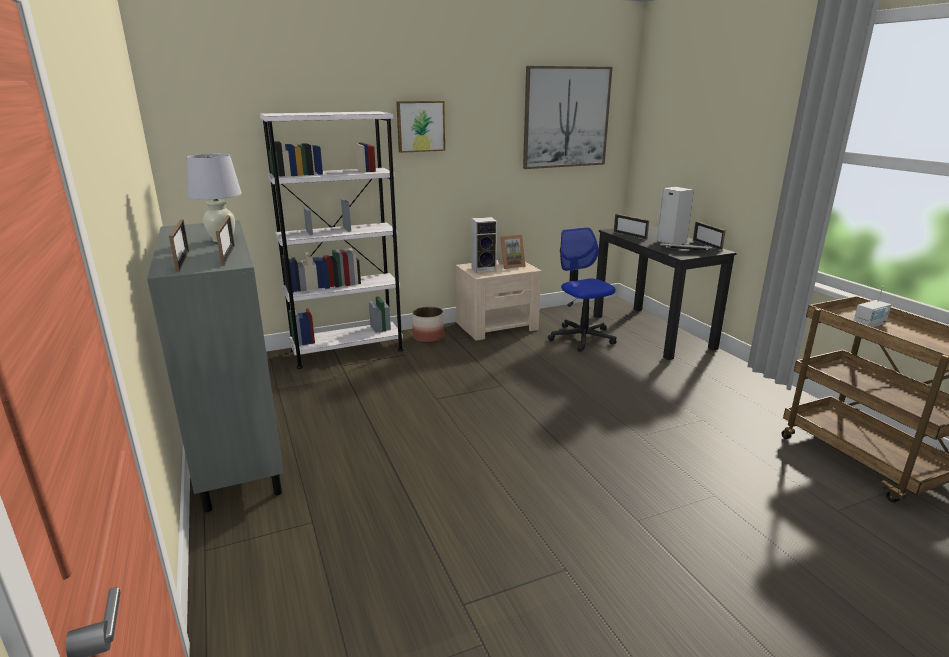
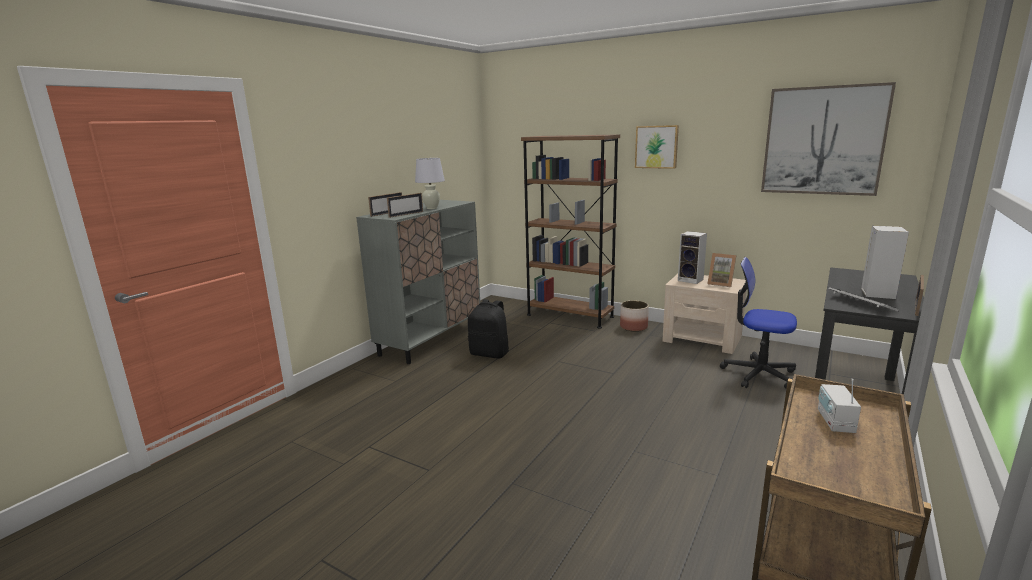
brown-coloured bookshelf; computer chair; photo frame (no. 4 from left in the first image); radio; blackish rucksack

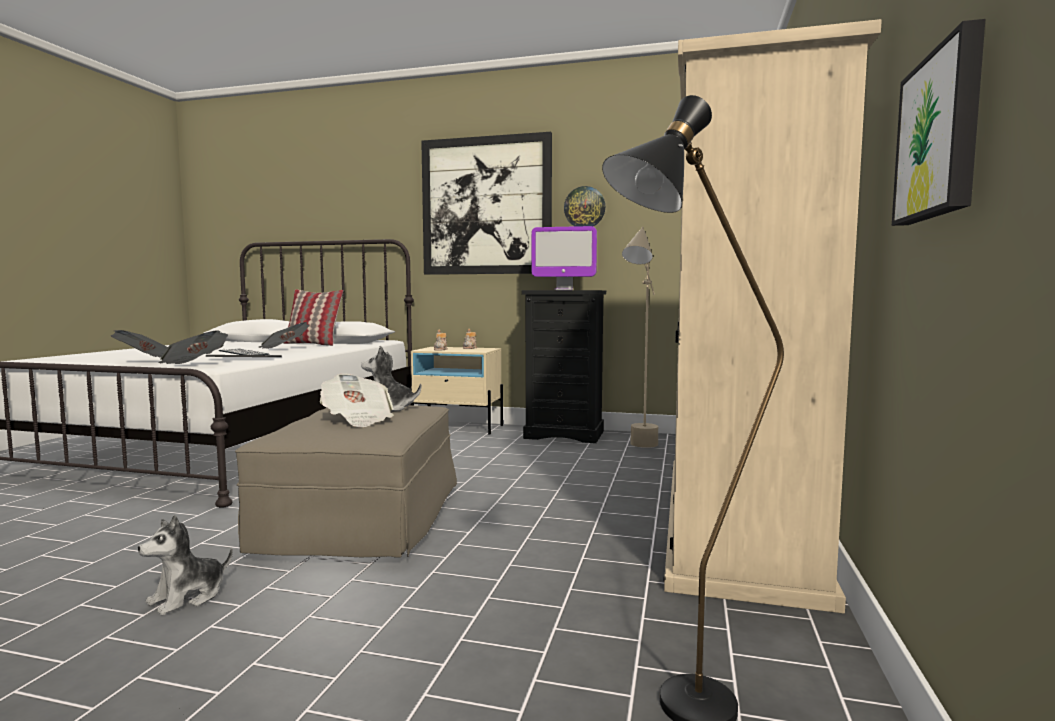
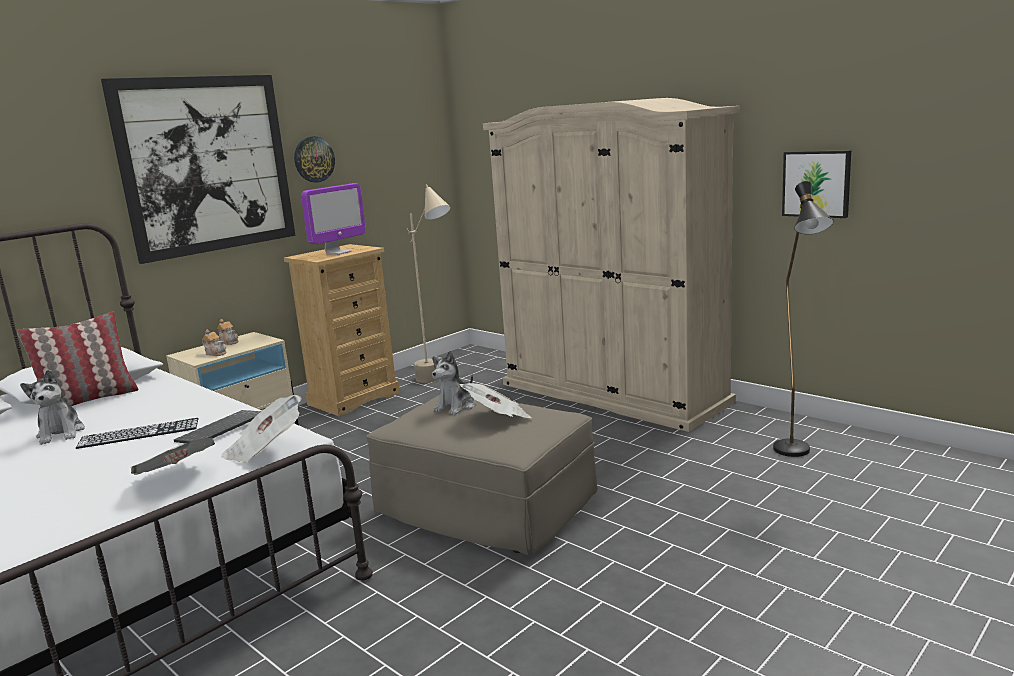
cuddly toy (no. 1 from left); daily paper (no. 3 from left in the first image); sand-coloured dresser

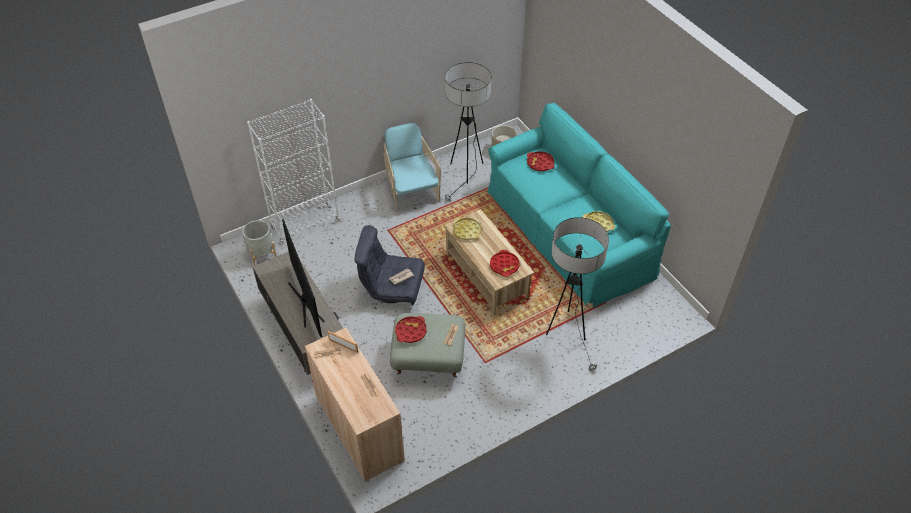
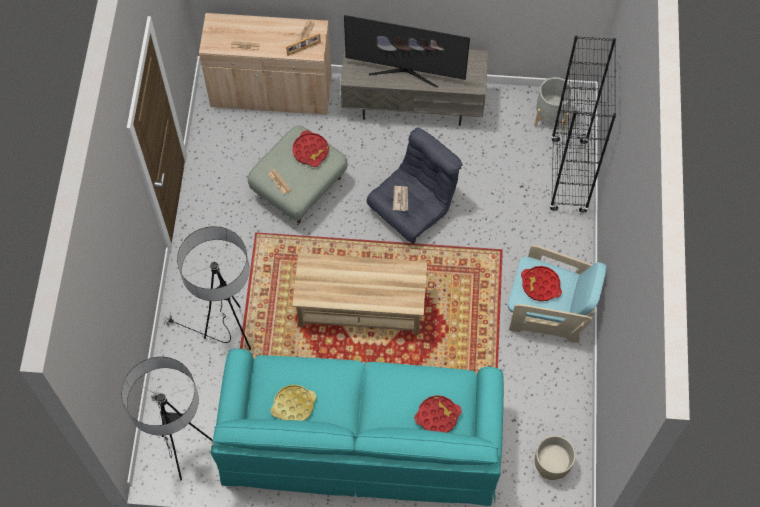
blackish bookshelf; standing lamp (no. 1 from left); yellowish carrying tray (no. 1 from left in the first image); red carrying tray (no. 3 from left)

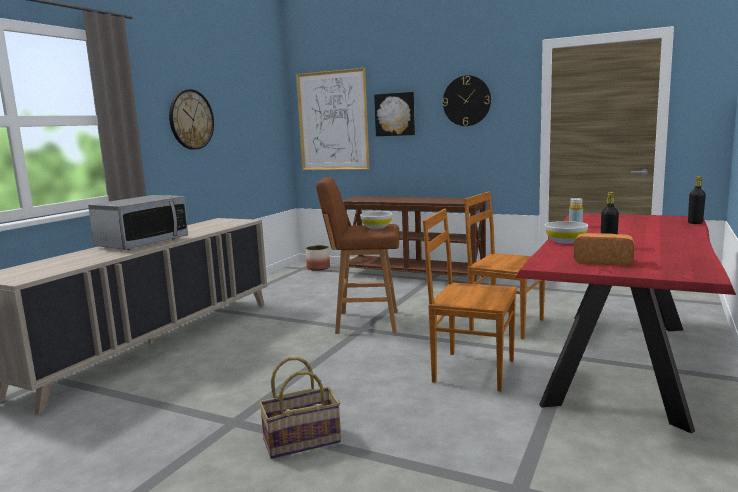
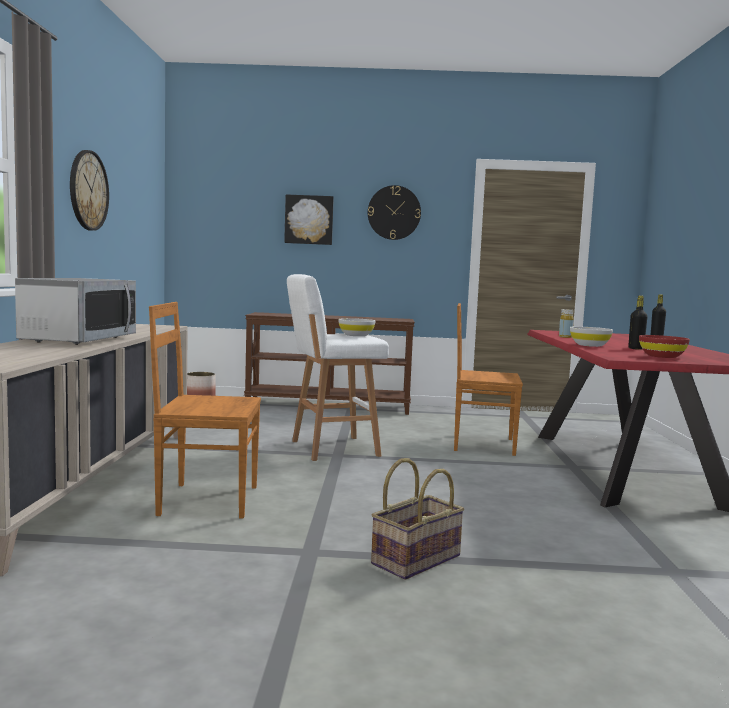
picture (no. 1 from left in the first image); whitish sitting stool; brown-coloured plain chair (no. 1 from left); red deep dish

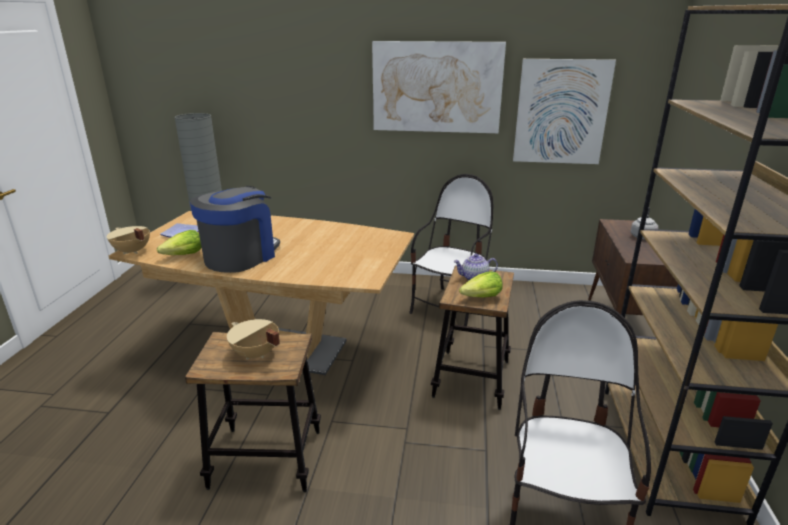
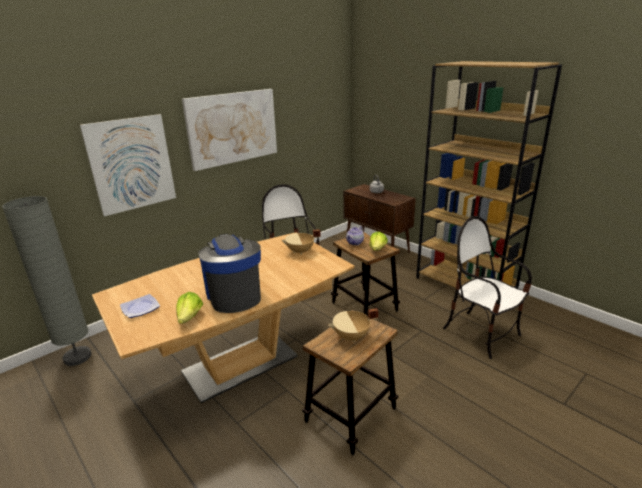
sand-coloured saucepot (no. 1 from left); picture (no. 1 from left)

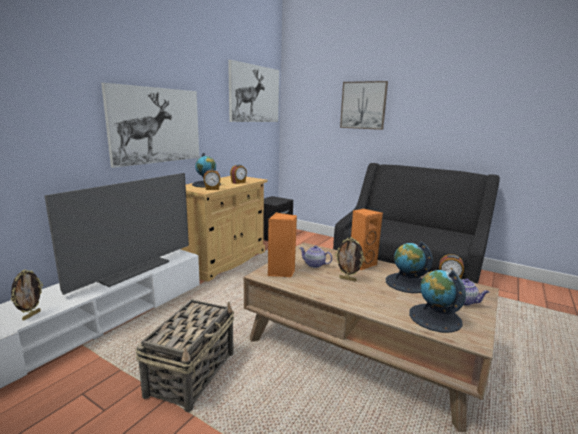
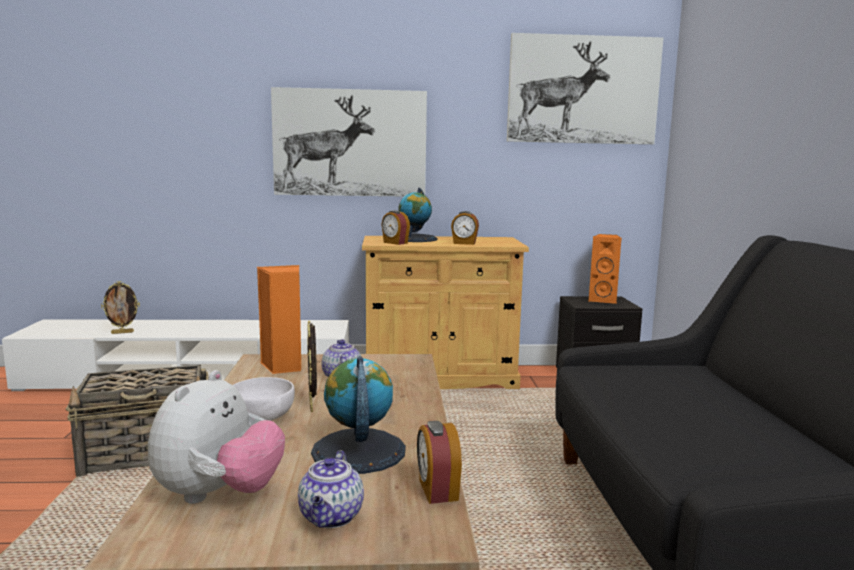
television; picture (no. 3 from left in the first image); orange-coloured loudspeaker (no. 2 from left); cuddly toy; whitish deep dish

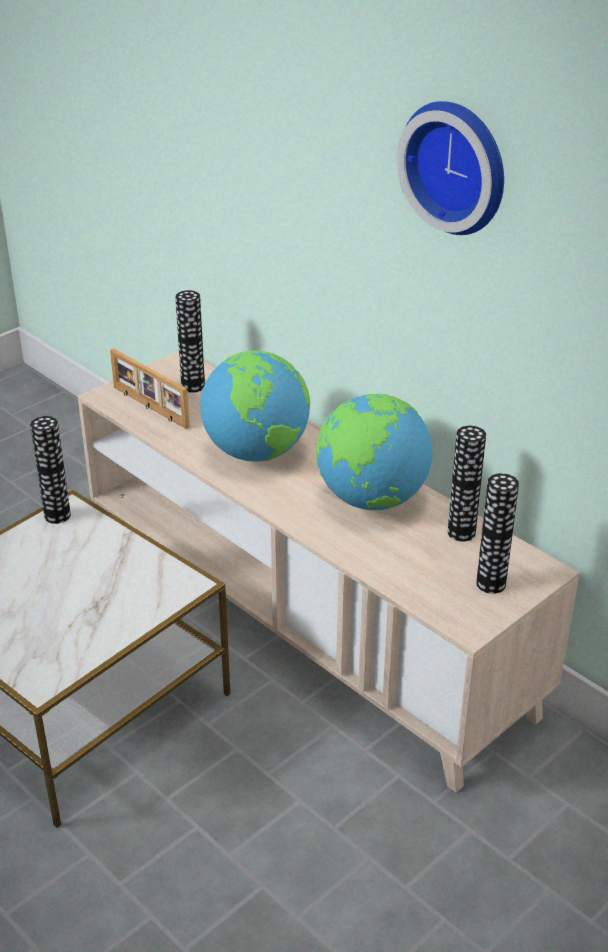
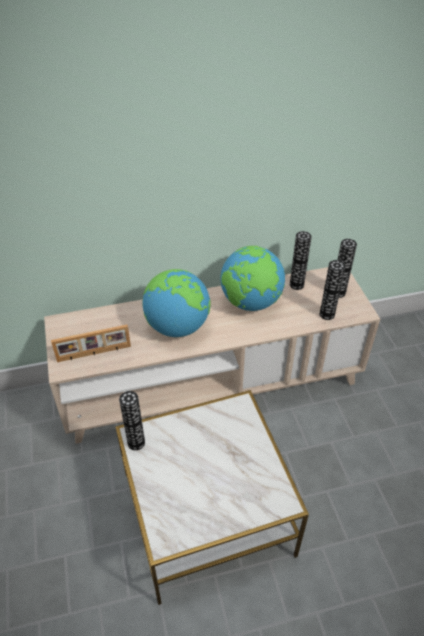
decorative vase (no. 3 from left); hanging clock

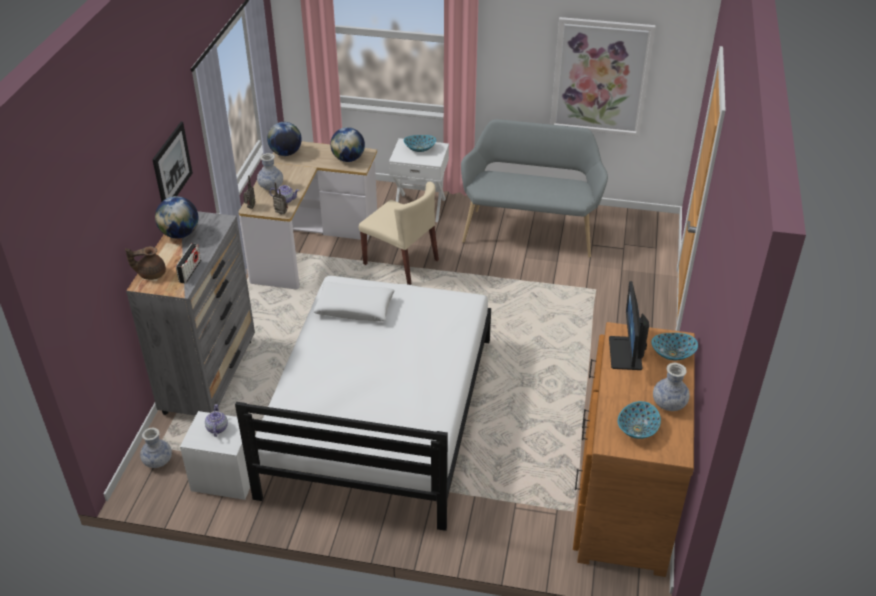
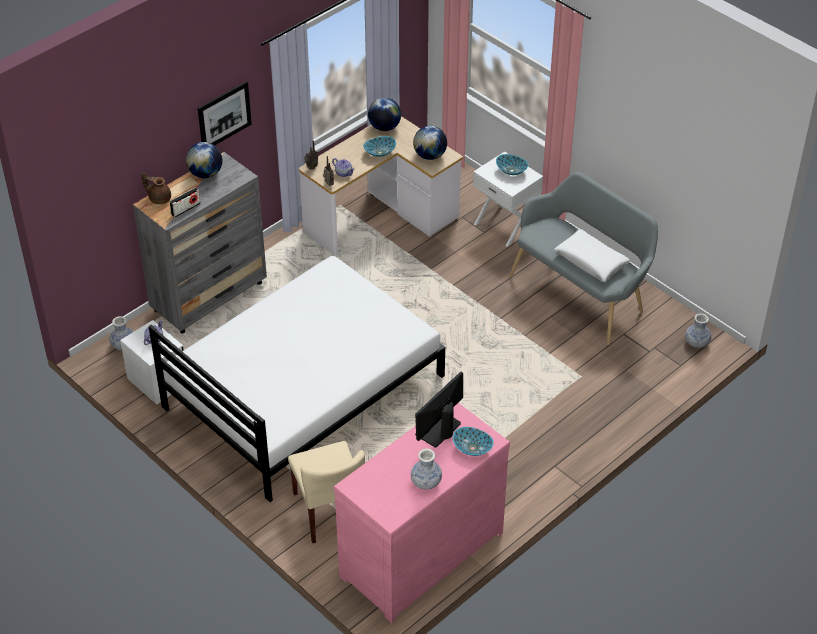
decorative vase (no. 3 from left); whitish cushion; sand-coloured plain chair; picture (no. 2 from left in the first image); pink dresser; deep dish (no. 1 from left)

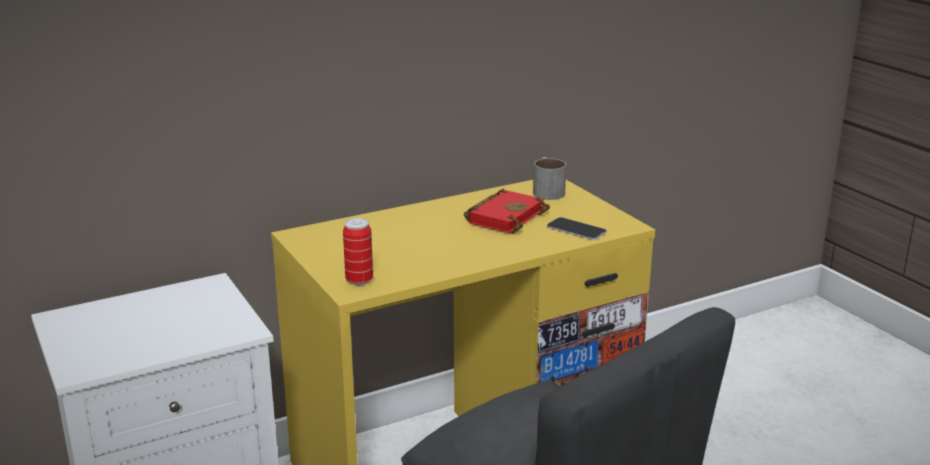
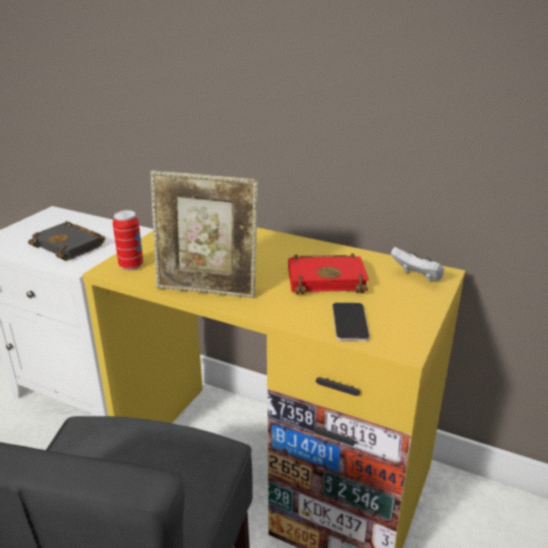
whitish gamepad; blackish volume; photo frame

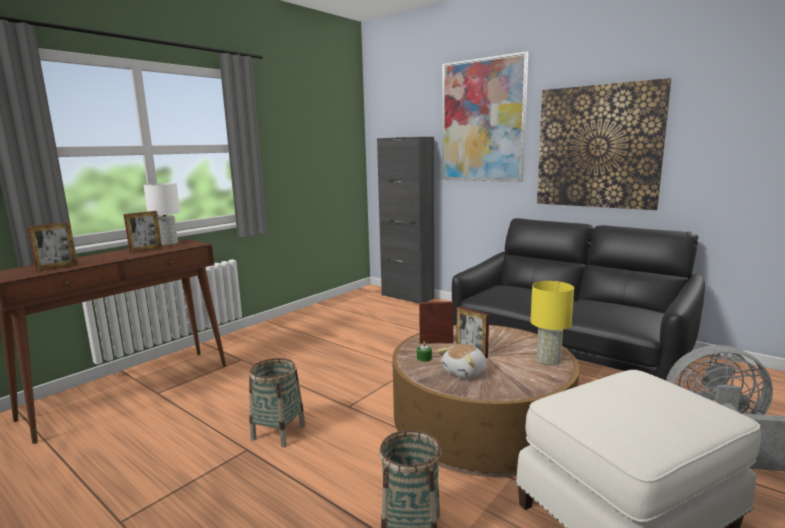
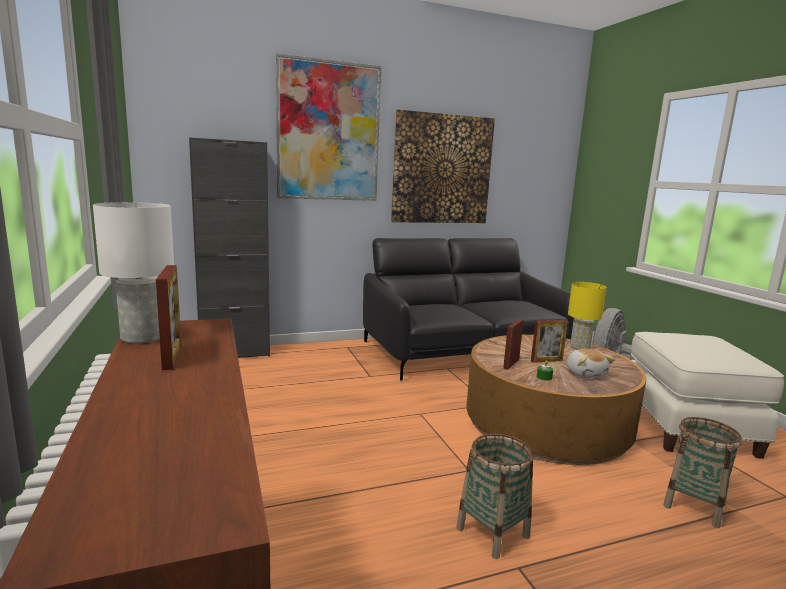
photo frame (no. 1 from left in the first image)

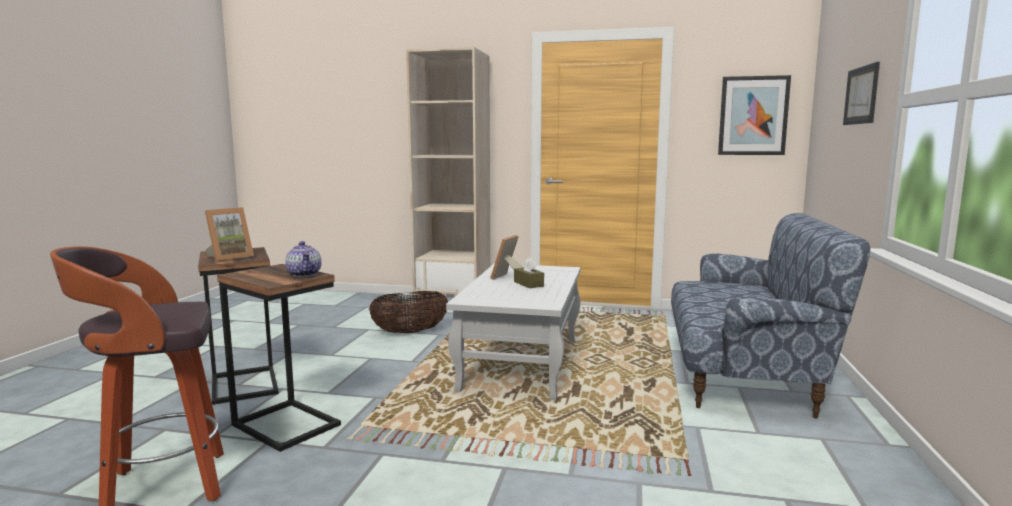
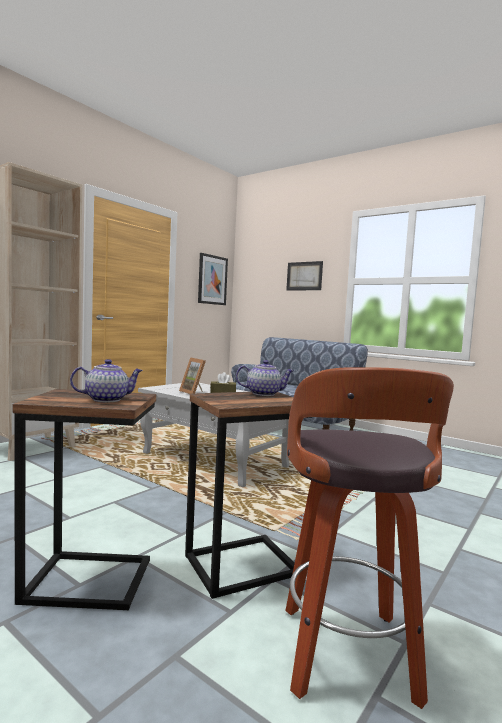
tea pot (no. 1 from left); household basket

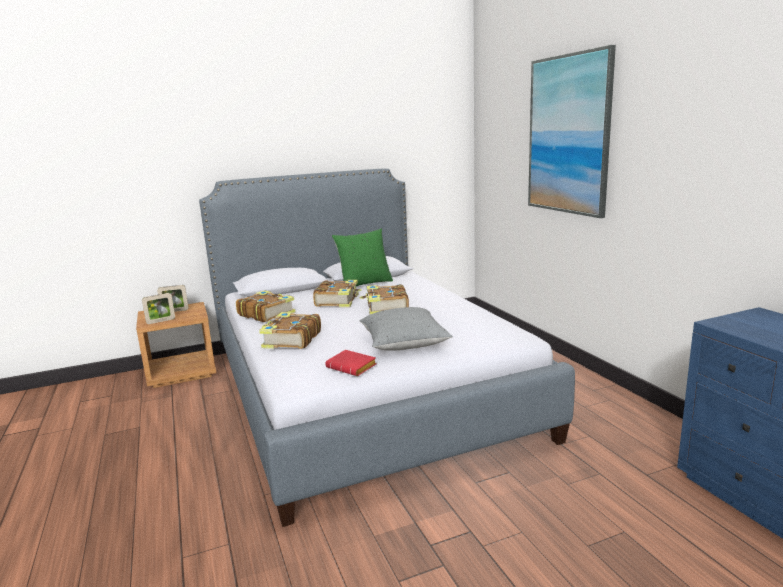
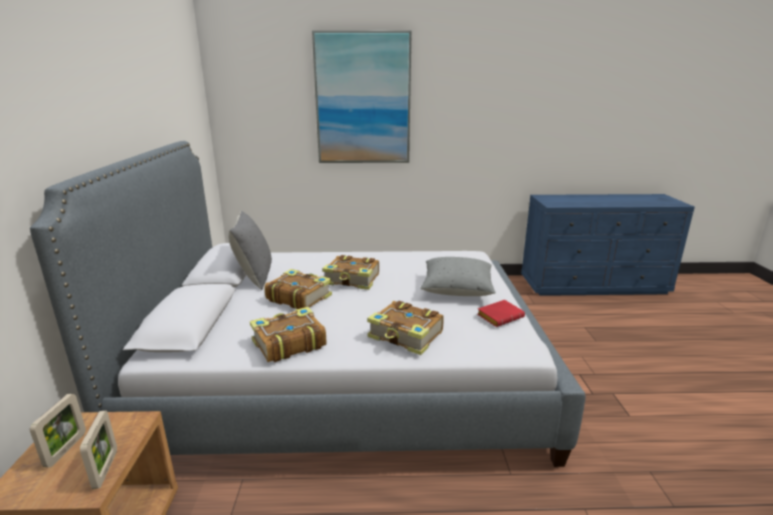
gray cushion (no. 1 from left)

